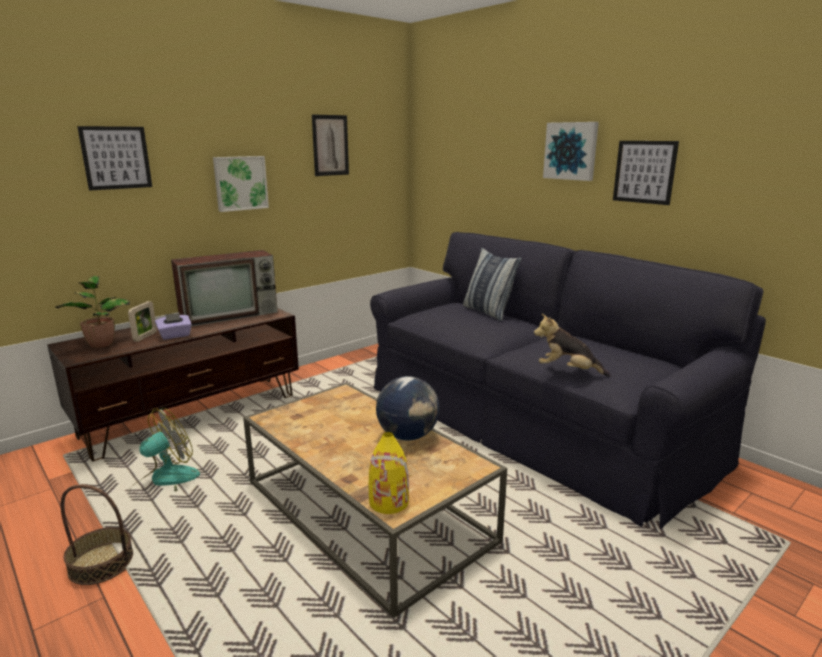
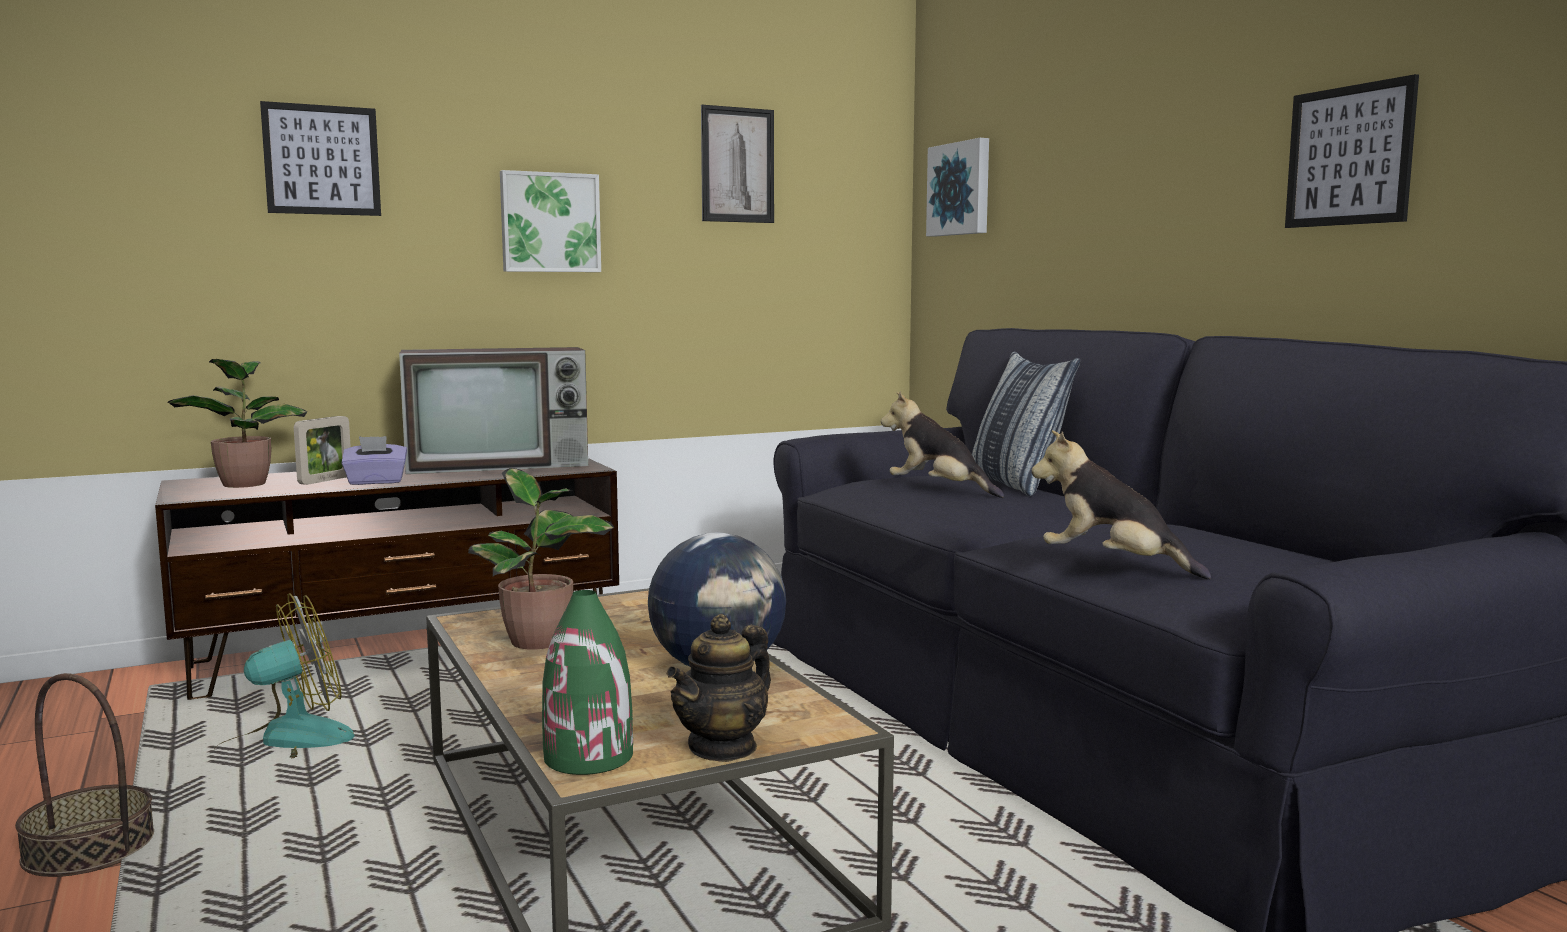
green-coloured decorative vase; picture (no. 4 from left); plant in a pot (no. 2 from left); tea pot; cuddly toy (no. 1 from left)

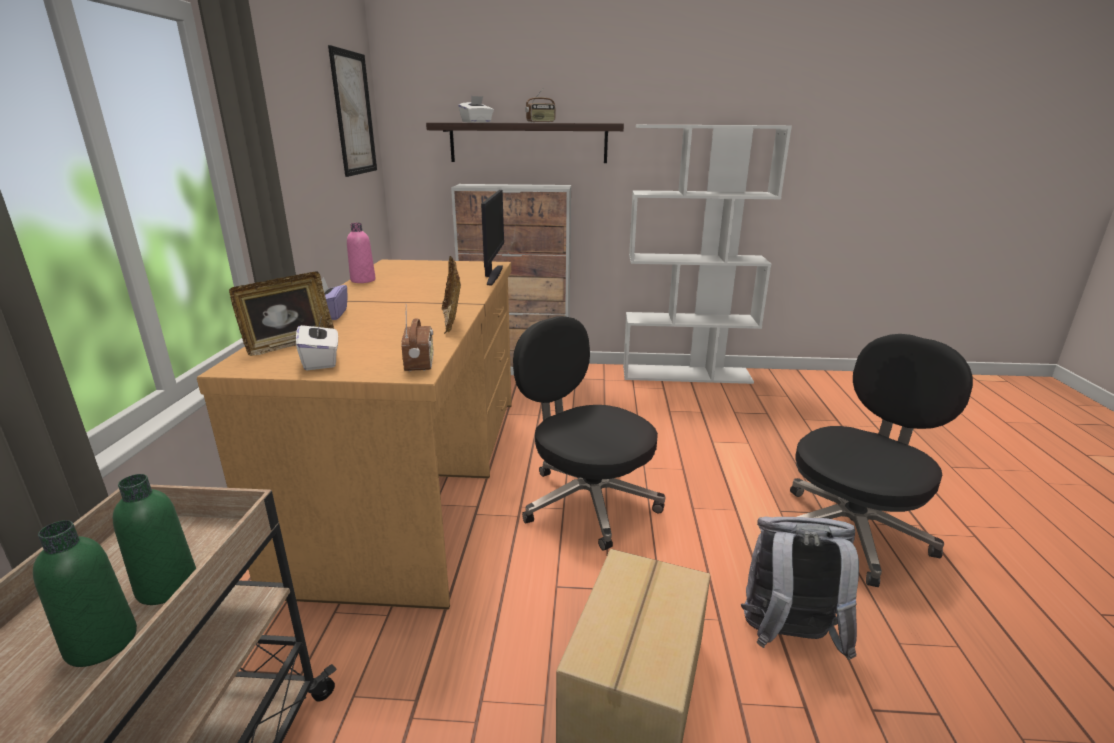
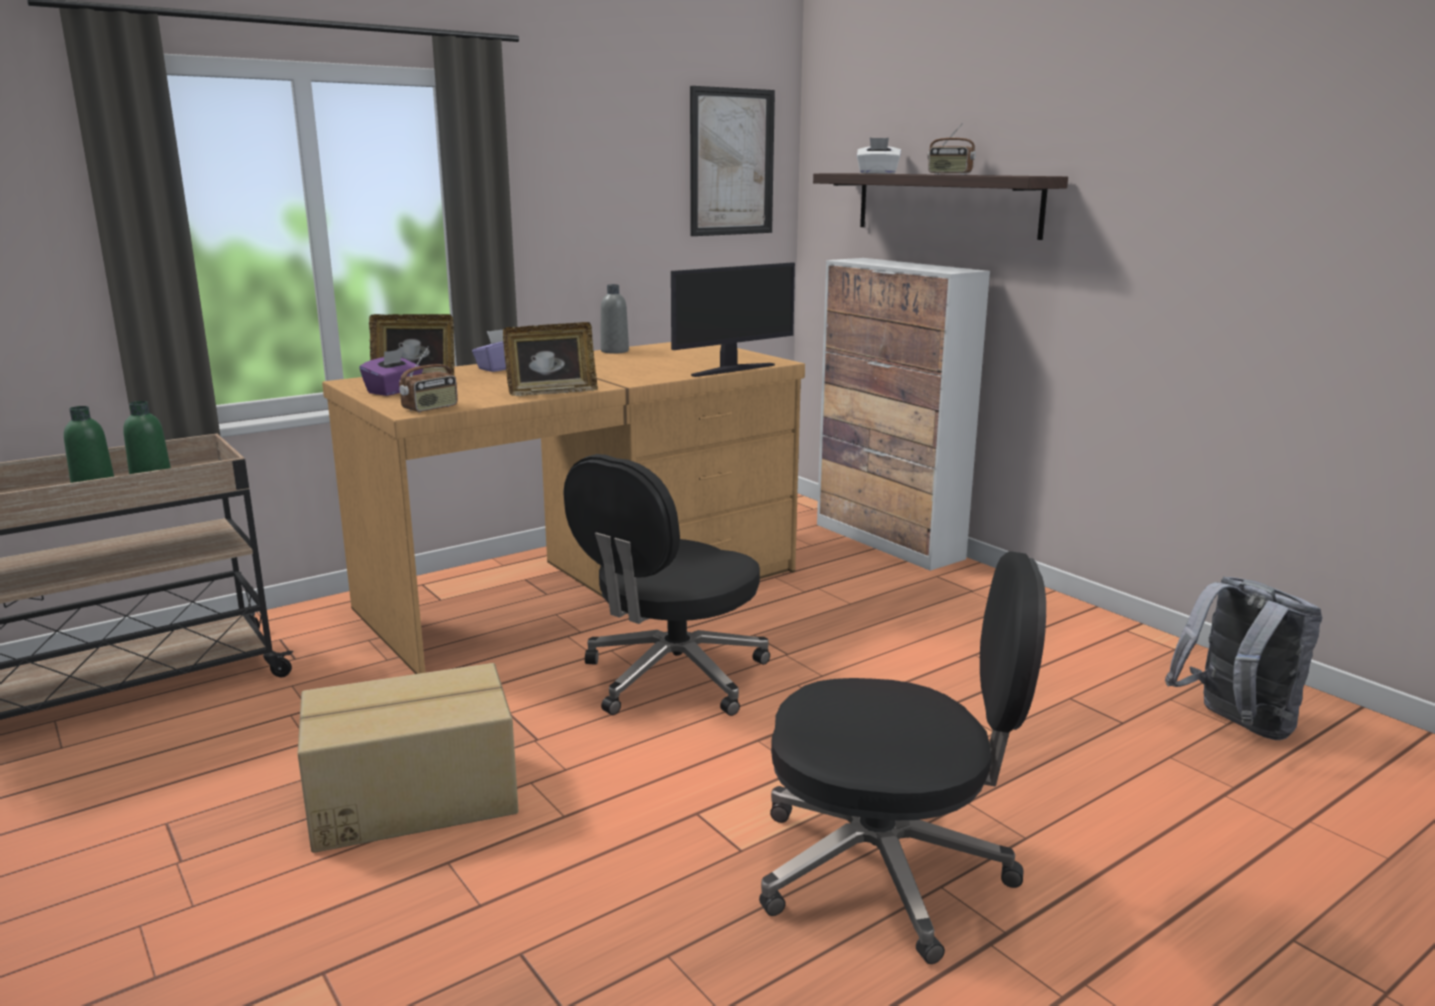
purple-coloured tissue box (no. 1 from left); gray bottle; photo frame (no. 2 from left); blackish computer chair (no. 1 from left); whitish bookshelf; gray rucksack

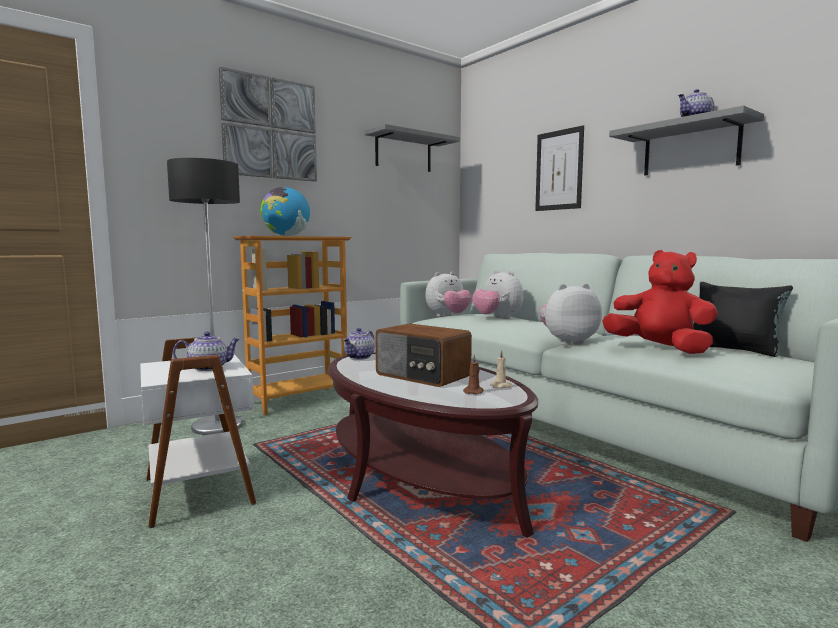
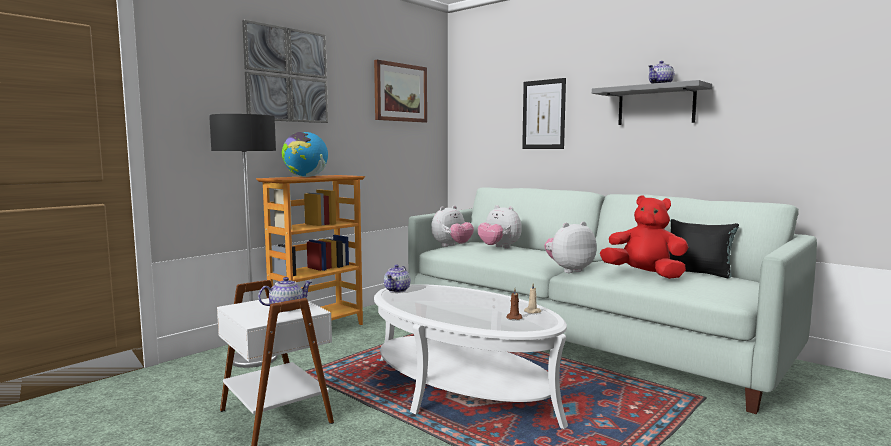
whitish lounge table; picture (no. 2 from left); radio

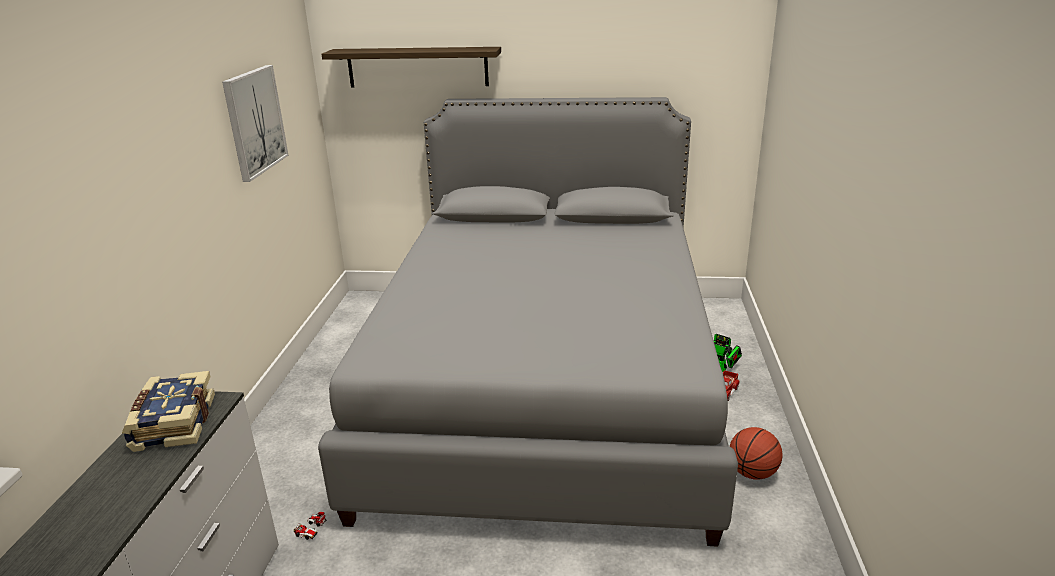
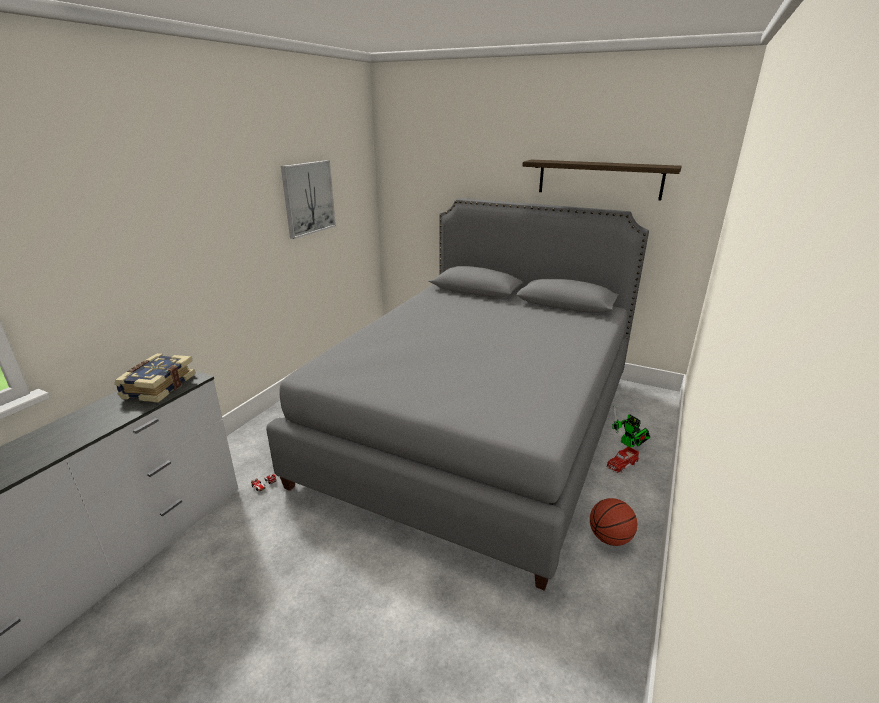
wall shelf

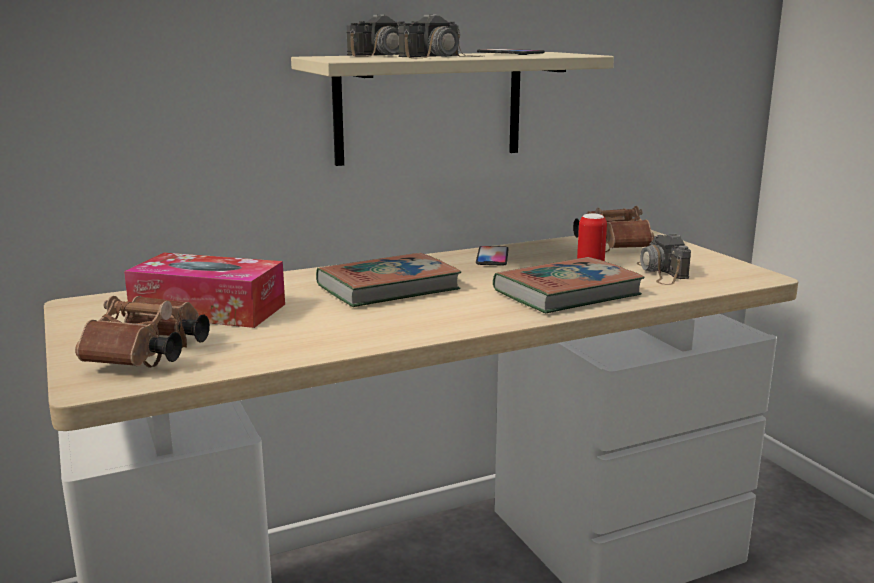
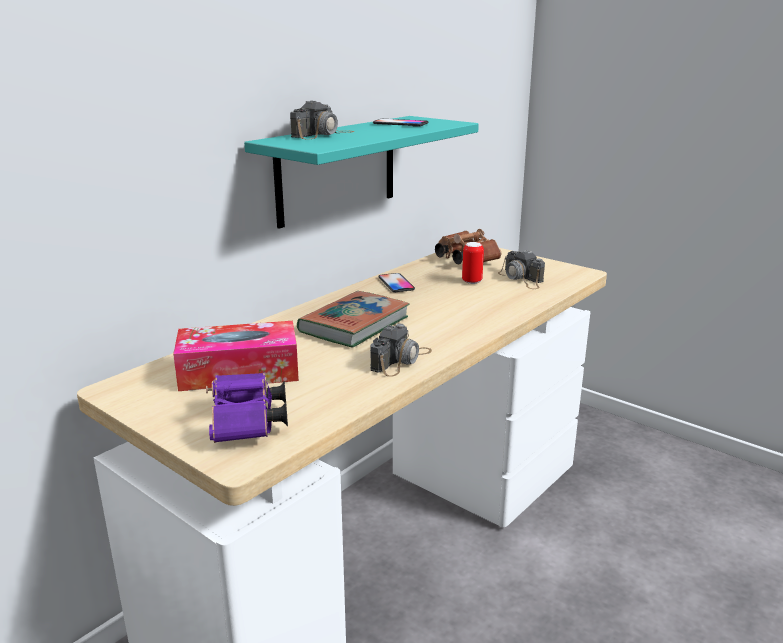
purple-coloured field glasses; turquoise-coloured wall shelf; photo camera (no. 2 from left); volume (no. 2 from left in the first image)

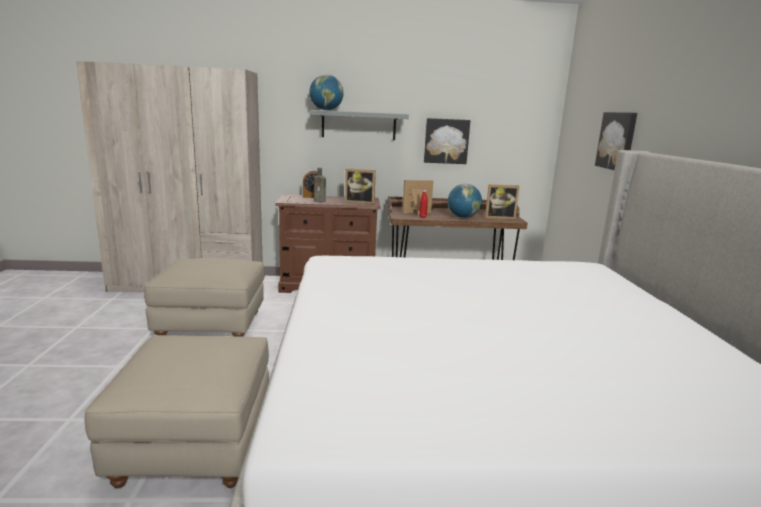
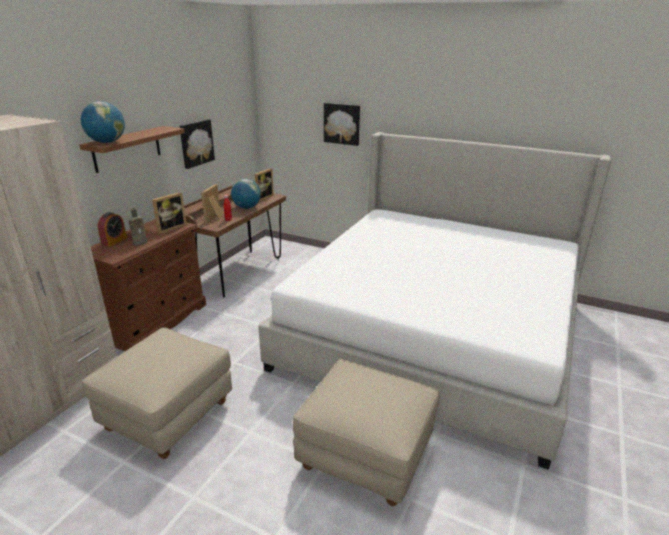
brown-coloured wall shelf

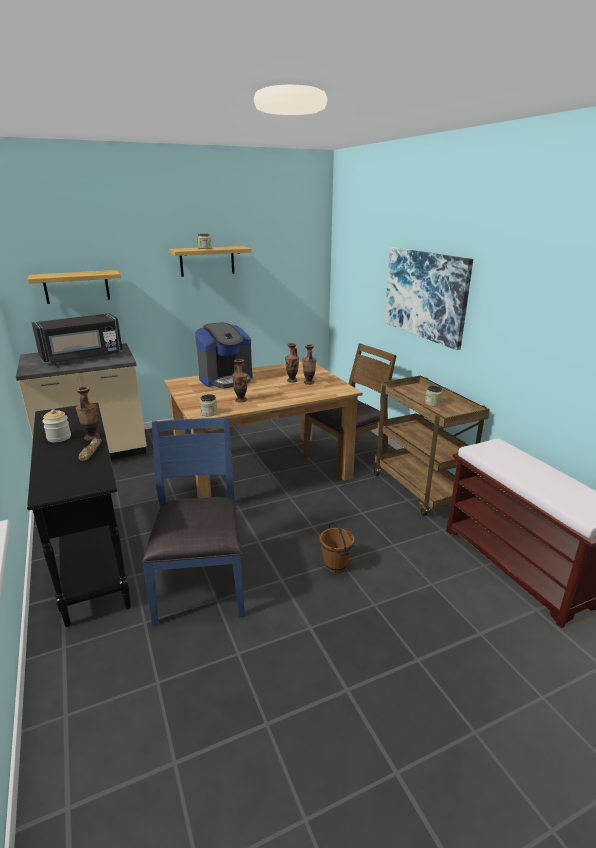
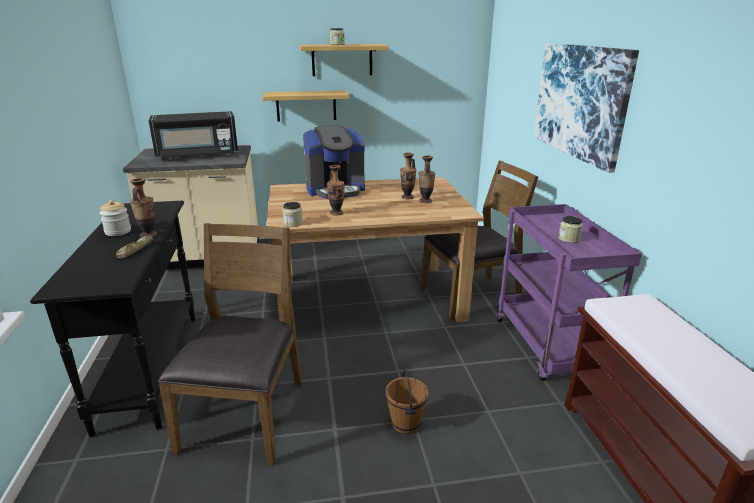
wall shelf (no. 1 from left); brown-coloured plain chair (no. 1 from left); purple-coloured wheeled cart

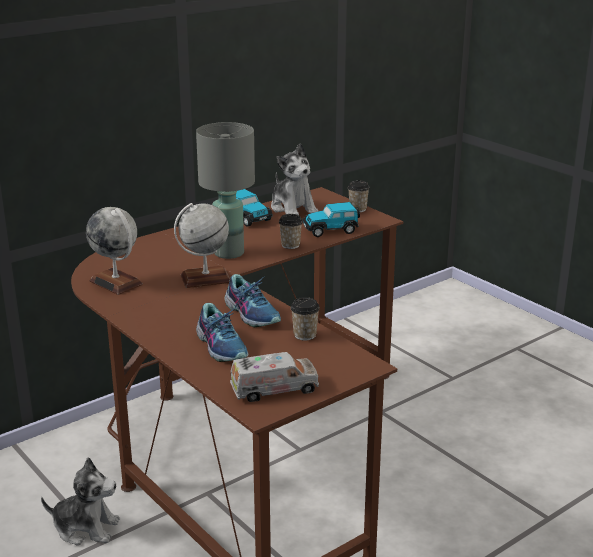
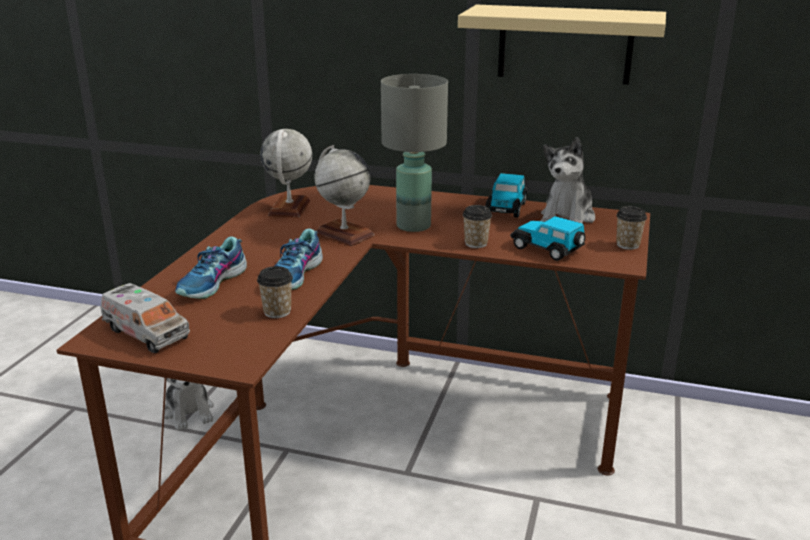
sand-coloured wall shelf

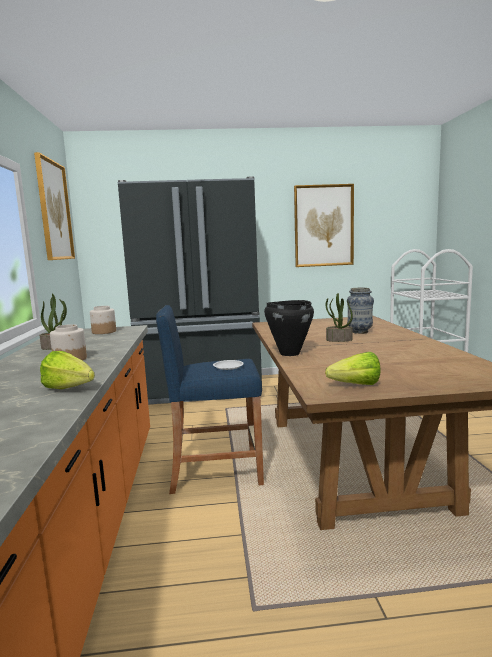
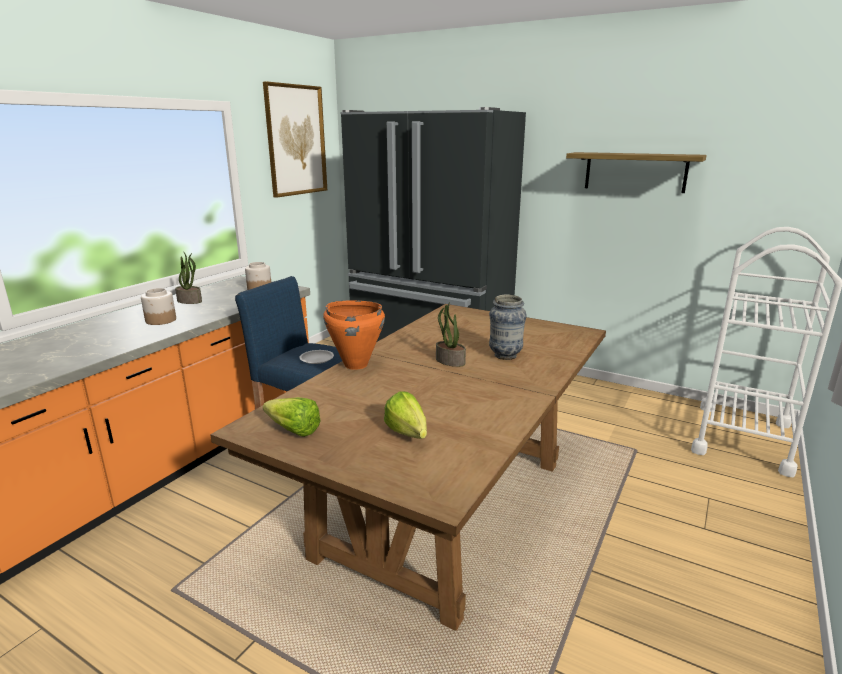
head of lettuce (no. 2 from left); orange-coloured saucepot; wall shelf

